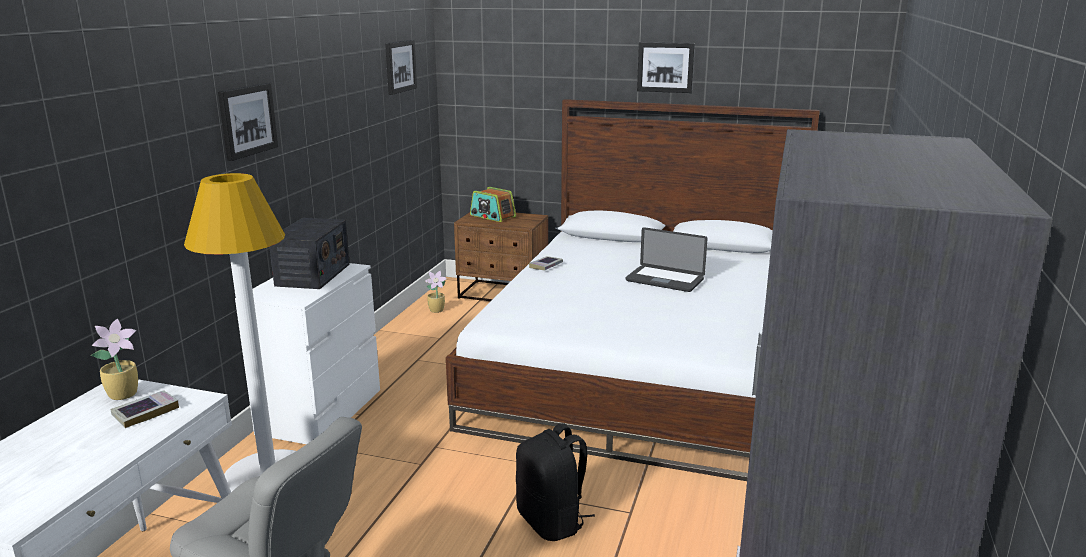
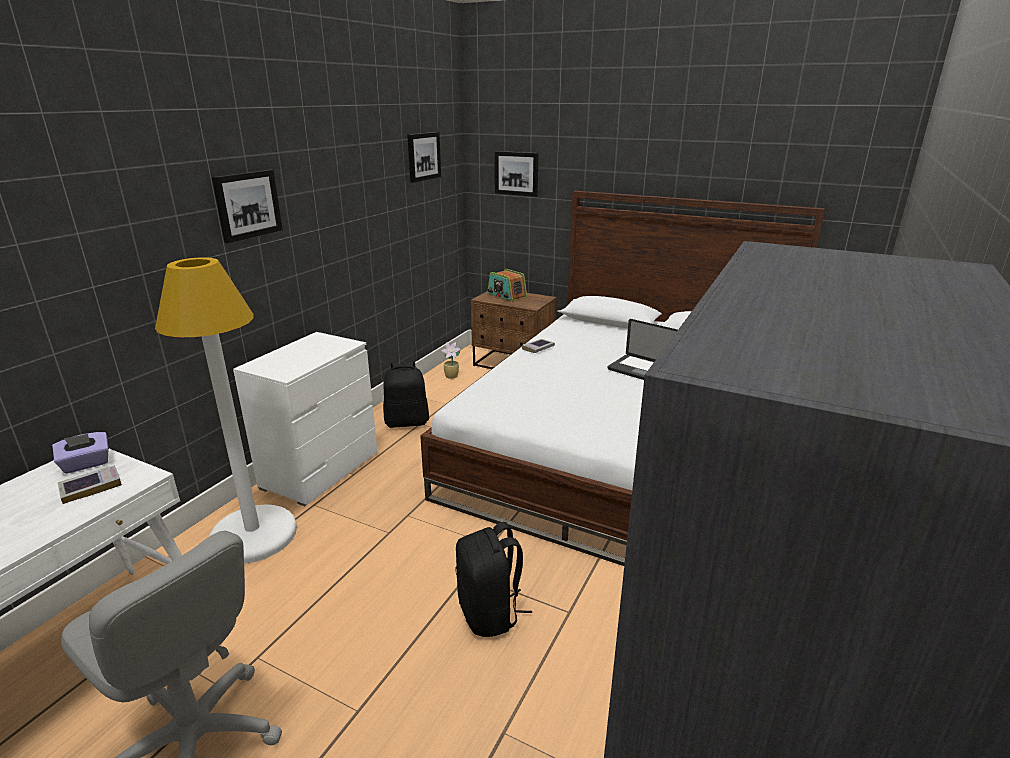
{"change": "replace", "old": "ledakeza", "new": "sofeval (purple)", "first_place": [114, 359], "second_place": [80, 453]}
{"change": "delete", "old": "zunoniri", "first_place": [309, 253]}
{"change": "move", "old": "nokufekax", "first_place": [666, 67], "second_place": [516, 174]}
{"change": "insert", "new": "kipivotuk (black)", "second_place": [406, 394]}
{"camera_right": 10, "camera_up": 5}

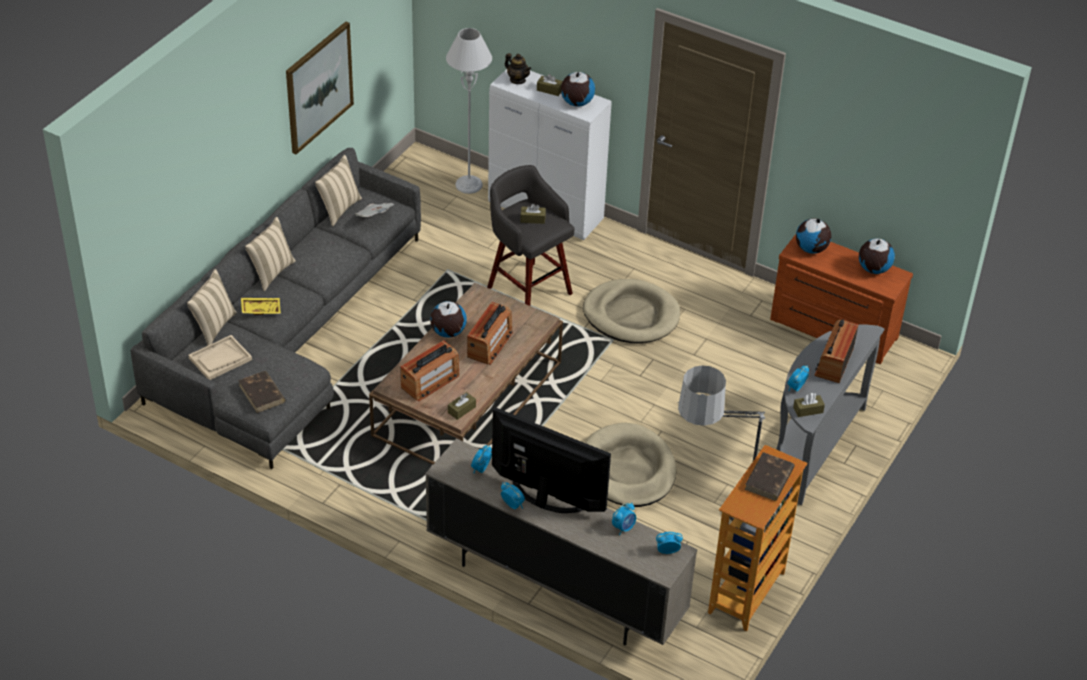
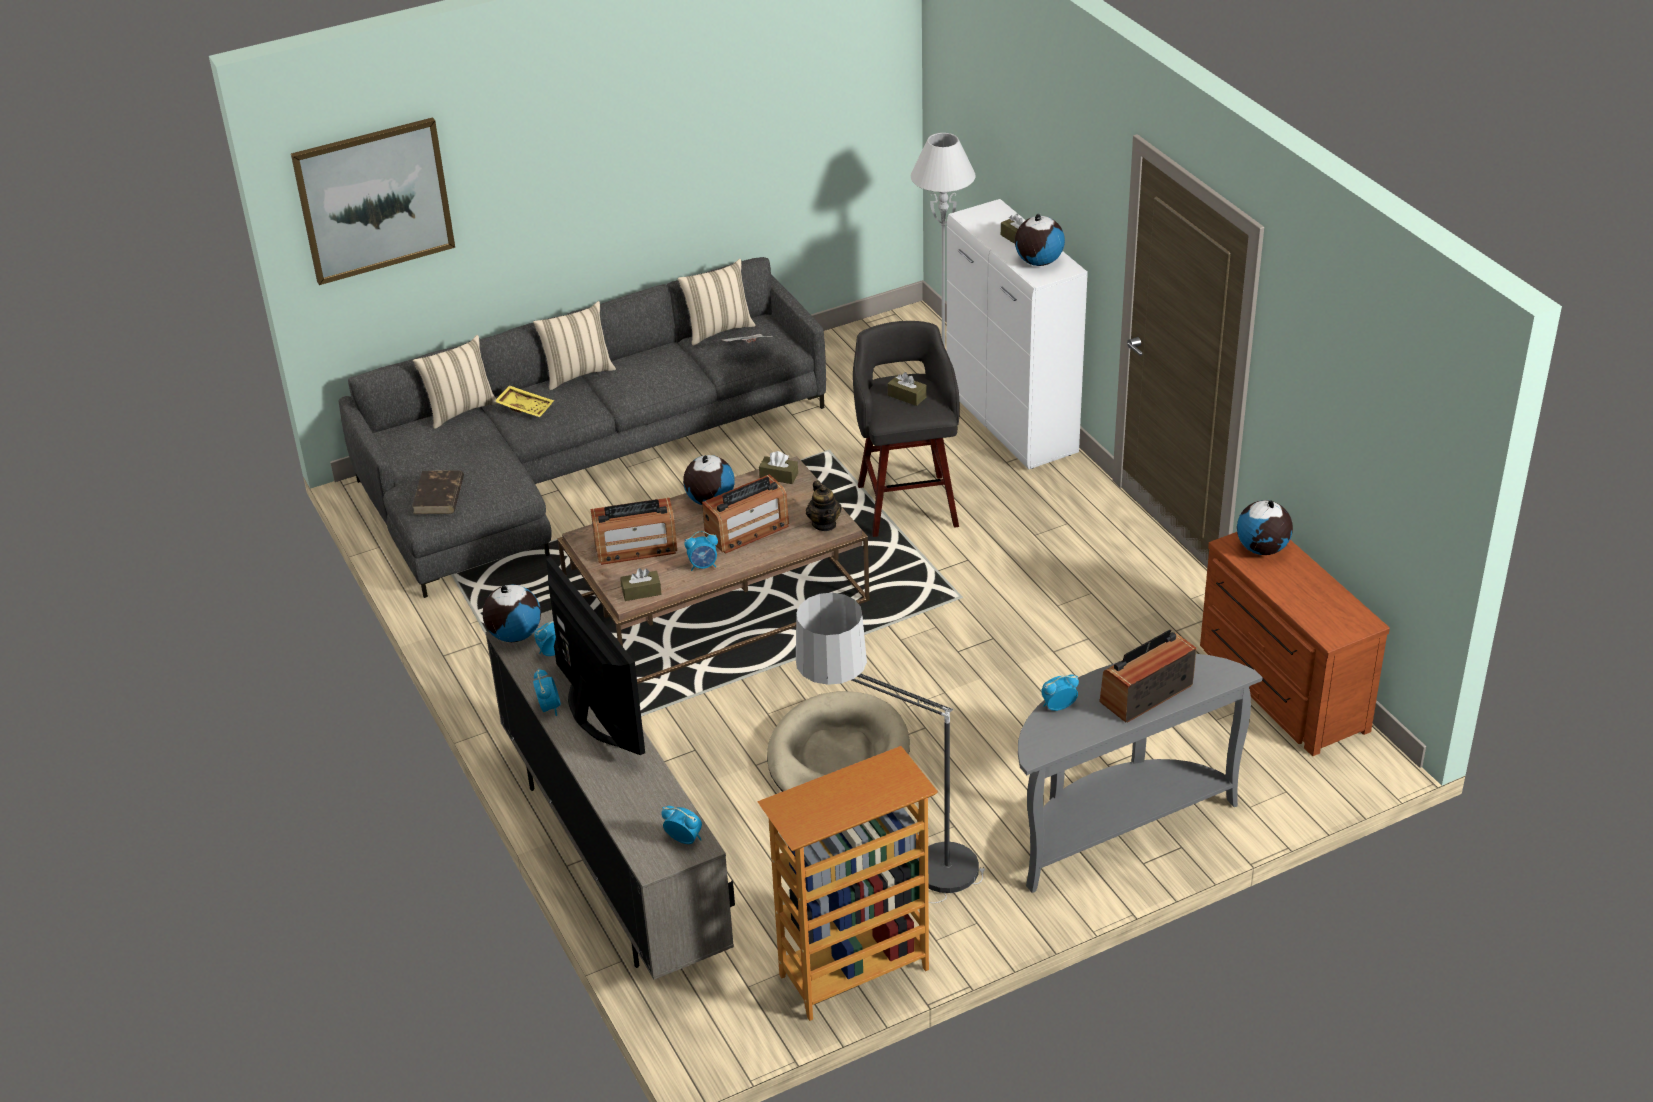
{"change": "delete", "old": "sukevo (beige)", "first_place": [220, 357]}
{"change": "move", "old": "nokufekax", "first_place": [320, 88], "second_place": [373, 201]}
{"change": "move", "old": "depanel", "first_place": [518, 68], "second_place": [824, 506]}
{"change": "delete", "old": "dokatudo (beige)", "first_place": [631, 311]}
{"change": "move", "old": "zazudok", "first_place": [624, 518], "second_place": [701, 551]}
{"change": "delete", "old": "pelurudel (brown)", "first_place": [769, 476]}
{"change": "move", "old": "sofeval (brown)", "first_place": [809, 405], "second_place": [778, 467]}
{"change": "move", "old": "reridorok", "first_place": [877, 256], "second_place": [512, 613]}
{"camera_right": 35, "camera_up": -5}

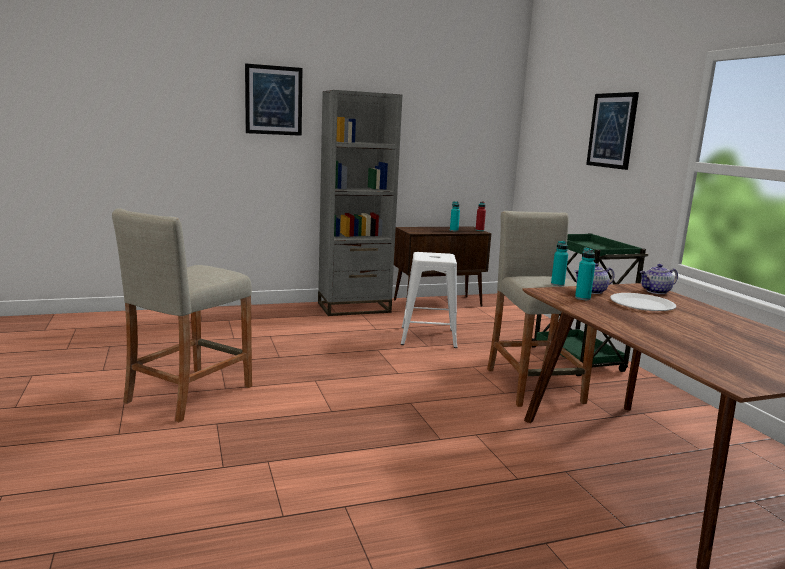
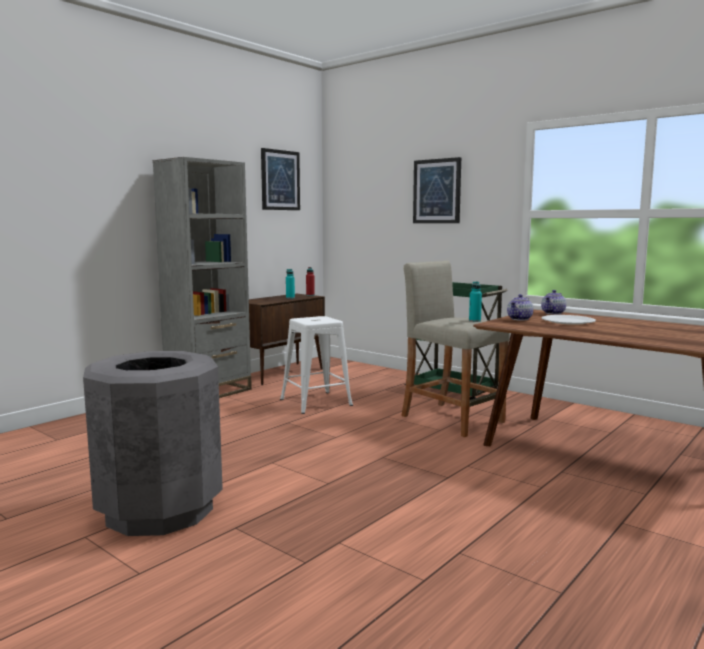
{"change": "replace", "old": "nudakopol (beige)", "new": "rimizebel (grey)", "first_place": [182, 315], "second_place": [153, 443]}
{"change": "move", "old": "nokufekax", "first_place": [273, 99], "second_place": [280, 179]}
{"change": "delete", "old": "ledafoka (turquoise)", "first_place": [585, 274]}
{"camera_right": -30, "camera_up": -5}

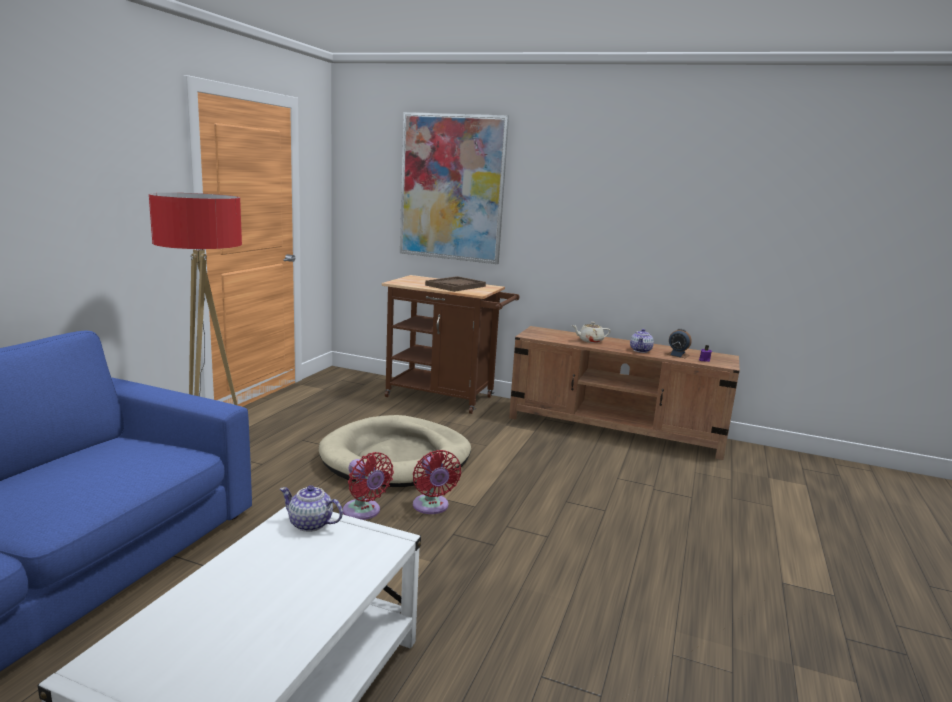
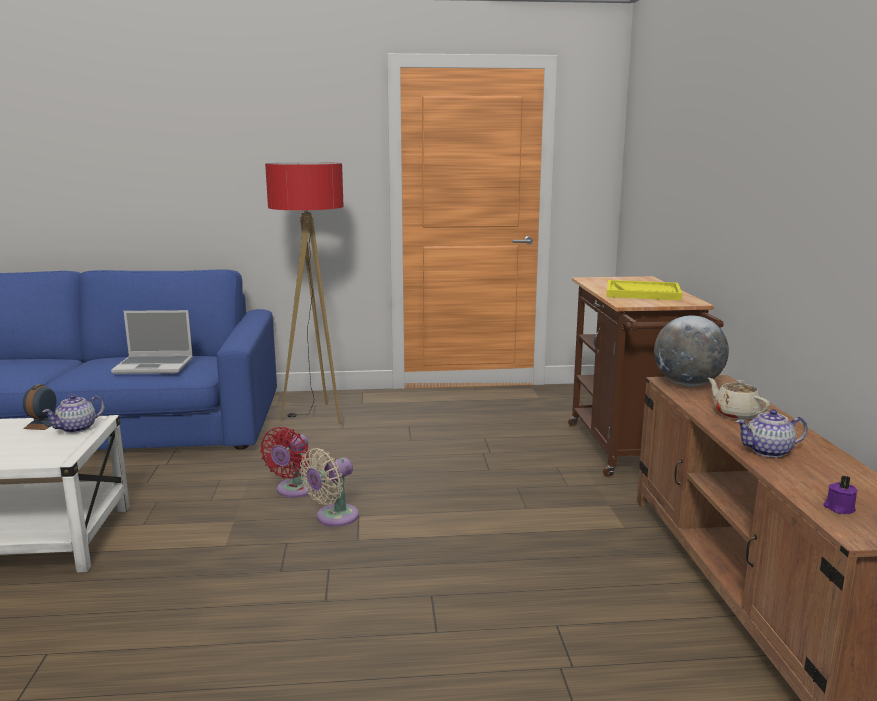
{"change": "rotate", "old": "depanel", "first_place": [311, 508], "second_place": [73, 414], "degrees": -135}
{"change": "delete", "old": "dokatudo (beige)", "first_place": [395, 451]}
{"change": "delete", "old": "nokufekax", "first_place": [454, 188]}
{"change": "recolor", "old": "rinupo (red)", "new": "rinupo (beige)", "first_place": [437, 482], "second_place": [329, 487]}
{"change": "recolor", "old": "sukevo (brown)", "new": "sukevo (yellow)", "first_place": [455, 284], "second_place": [644, 290]}
{"change": "move", "old": "zazudok", "first_place": [679, 343], "second_place": [40, 407]}
{"change": "insert", "new": "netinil", "second_place": [152, 342]}
{"change": "insert", "new": "reridorok", "second_place": [691, 350]}
{"camera_right": 65, "camera_up": 0}

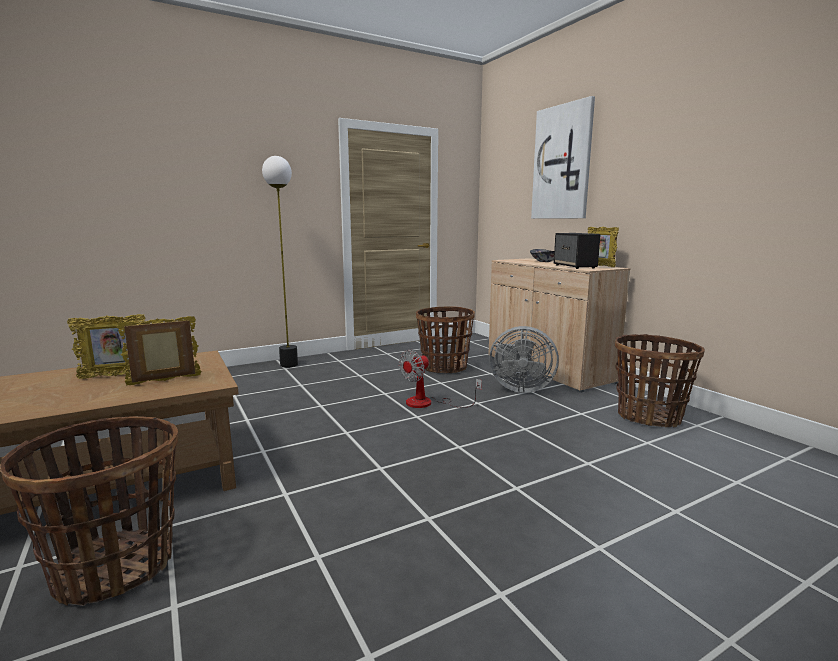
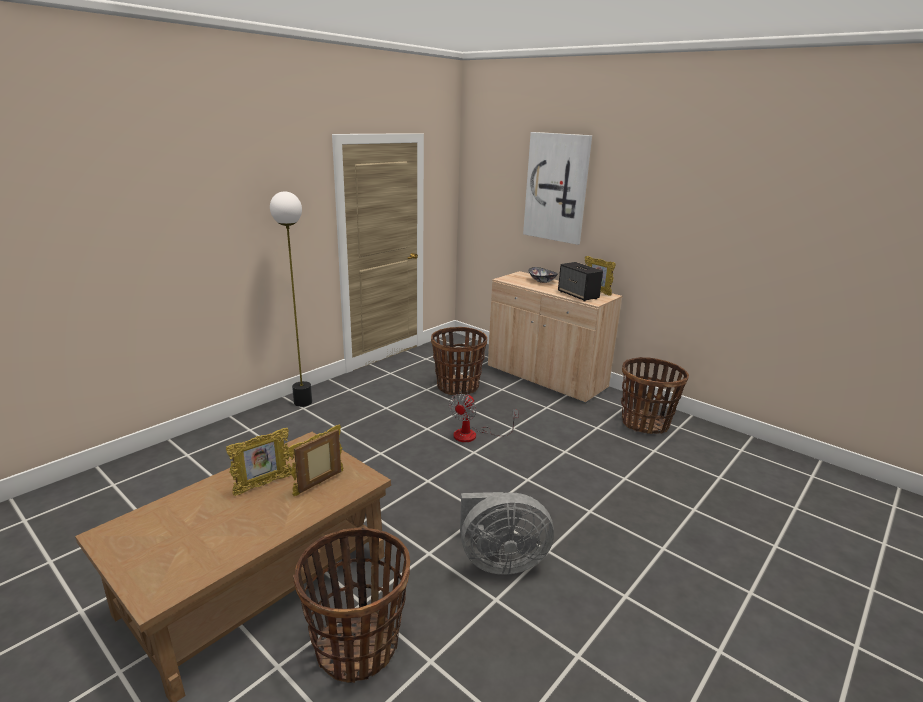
{"change": "move", "old": "rinupo (grey)", "first_place": [524, 359], "second_place": [507, 533]}
{"camera_right": -20, "camera_up": 10}

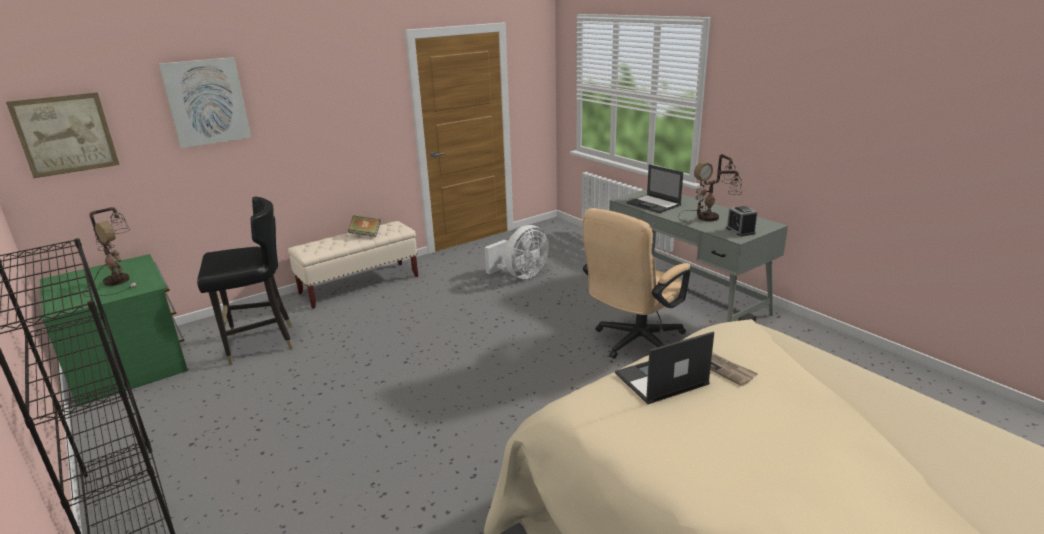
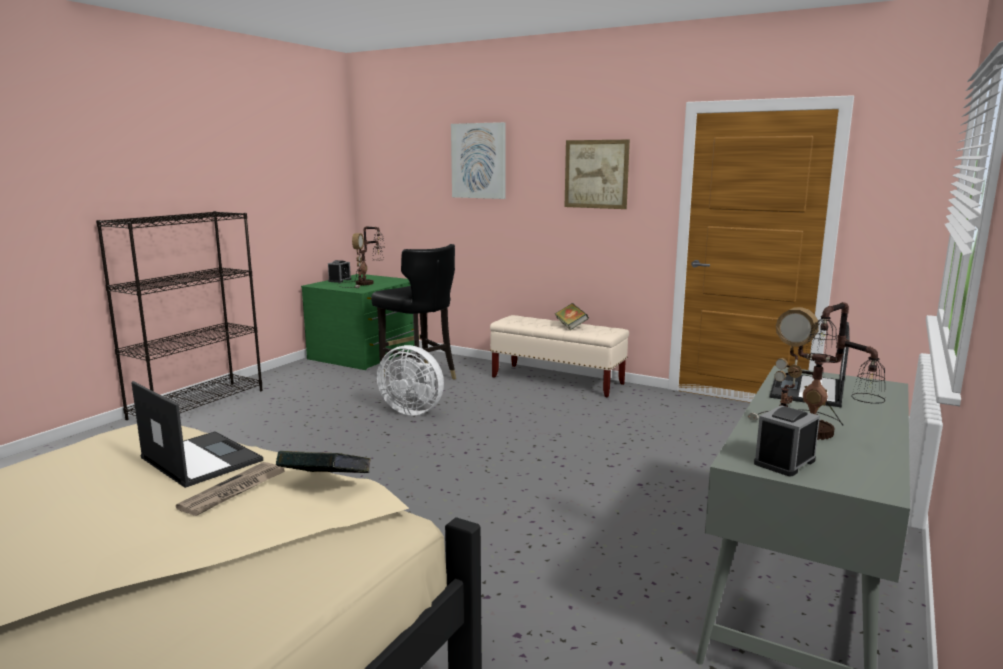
{"change": "move", "old": "nokufekax", "first_place": [62, 135], "second_place": [597, 174]}
{"change": "move", "old": "rinupo (white)", "first_place": [517, 252], "second_place": [410, 380]}
{"change": "delete", "old": "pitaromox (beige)", "first_place": [637, 283]}
{"change": "insert", "new": "pelurudel", "second_place": [323, 462]}
{"change": "insert", "new": "zazudok", "second_place": [339, 271]}
{"camera_right": 65, "camera_up": -10}

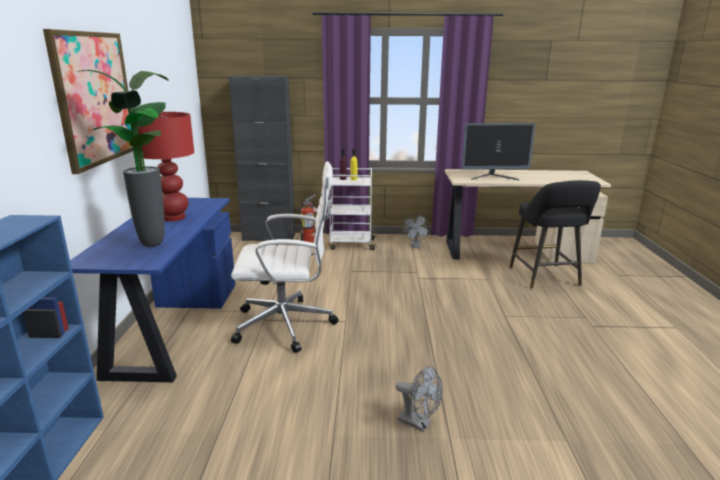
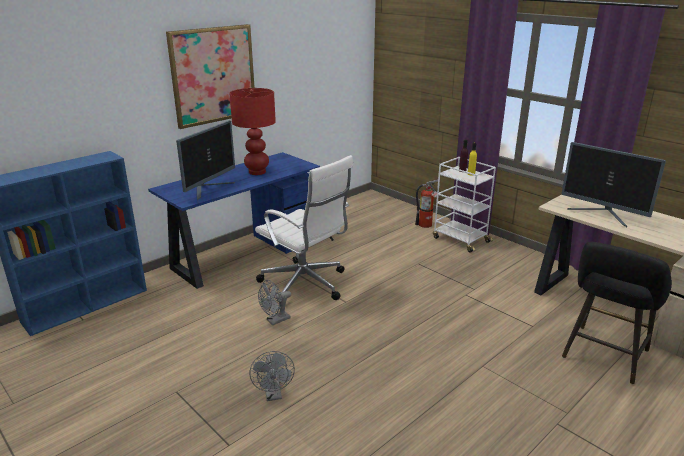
{"change": "replace", "old": "ledakeza", "new": "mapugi", "first_place": [123, 158], "second_place": [205, 160]}
{"change": "delete", "old": "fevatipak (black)", "first_place": [262, 158]}
{"change": "move", "old": "rinupo (grey)", "first_place": [416, 231], "second_place": [274, 302]}
{"camera_right": 45, "camera_up": 5}

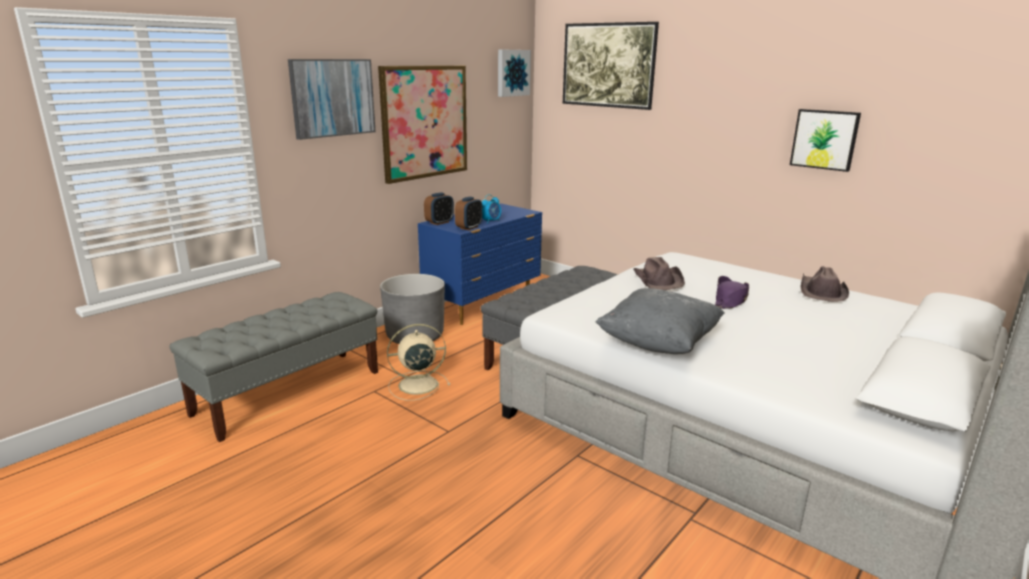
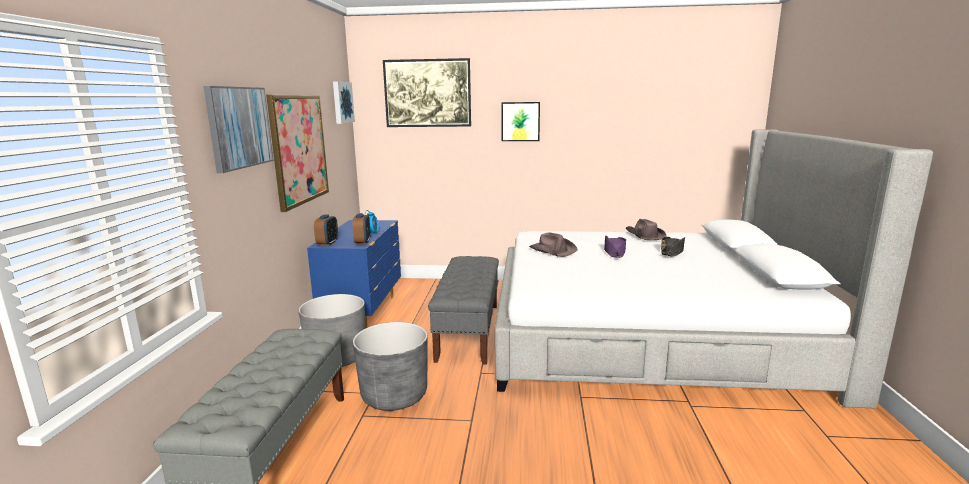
{"change": "replace", "old": "rinupo (beige)", "new": "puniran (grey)", "first_place": [418, 362], "second_place": [390, 366]}
{"change": "delete", "old": "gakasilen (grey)", "first_place": [660, 321]}
{"change": "move", "old": "nokufekax", "first_place": [825, 140], "second_place": [520, 121]}
{"change": "insert", "new": "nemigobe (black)", "second_place": [673, 247]}
{"camera_right": -35, "camera_up": -5}

